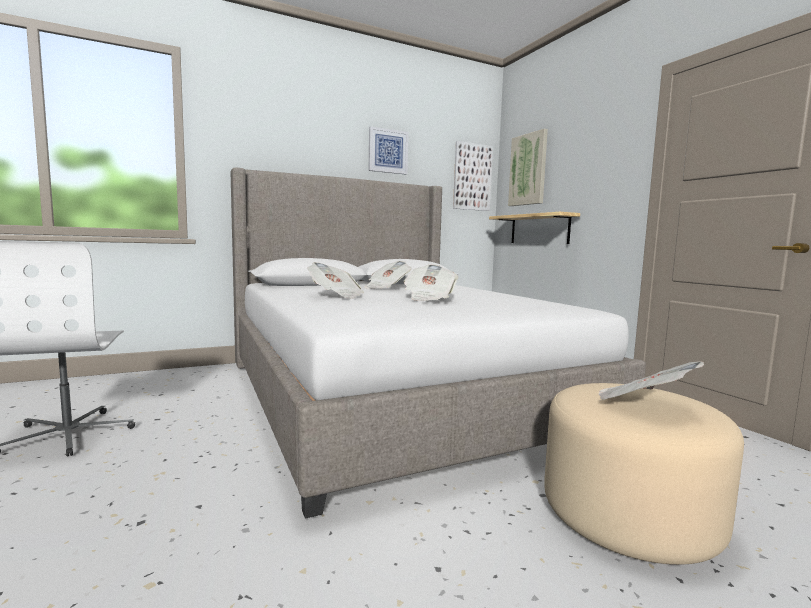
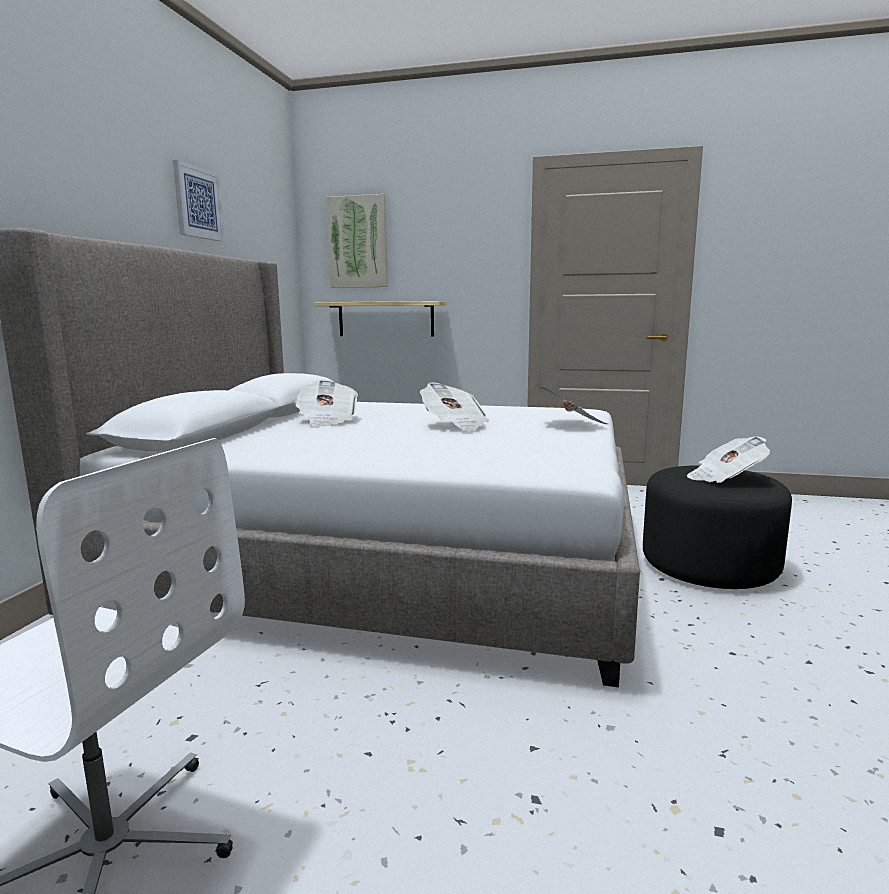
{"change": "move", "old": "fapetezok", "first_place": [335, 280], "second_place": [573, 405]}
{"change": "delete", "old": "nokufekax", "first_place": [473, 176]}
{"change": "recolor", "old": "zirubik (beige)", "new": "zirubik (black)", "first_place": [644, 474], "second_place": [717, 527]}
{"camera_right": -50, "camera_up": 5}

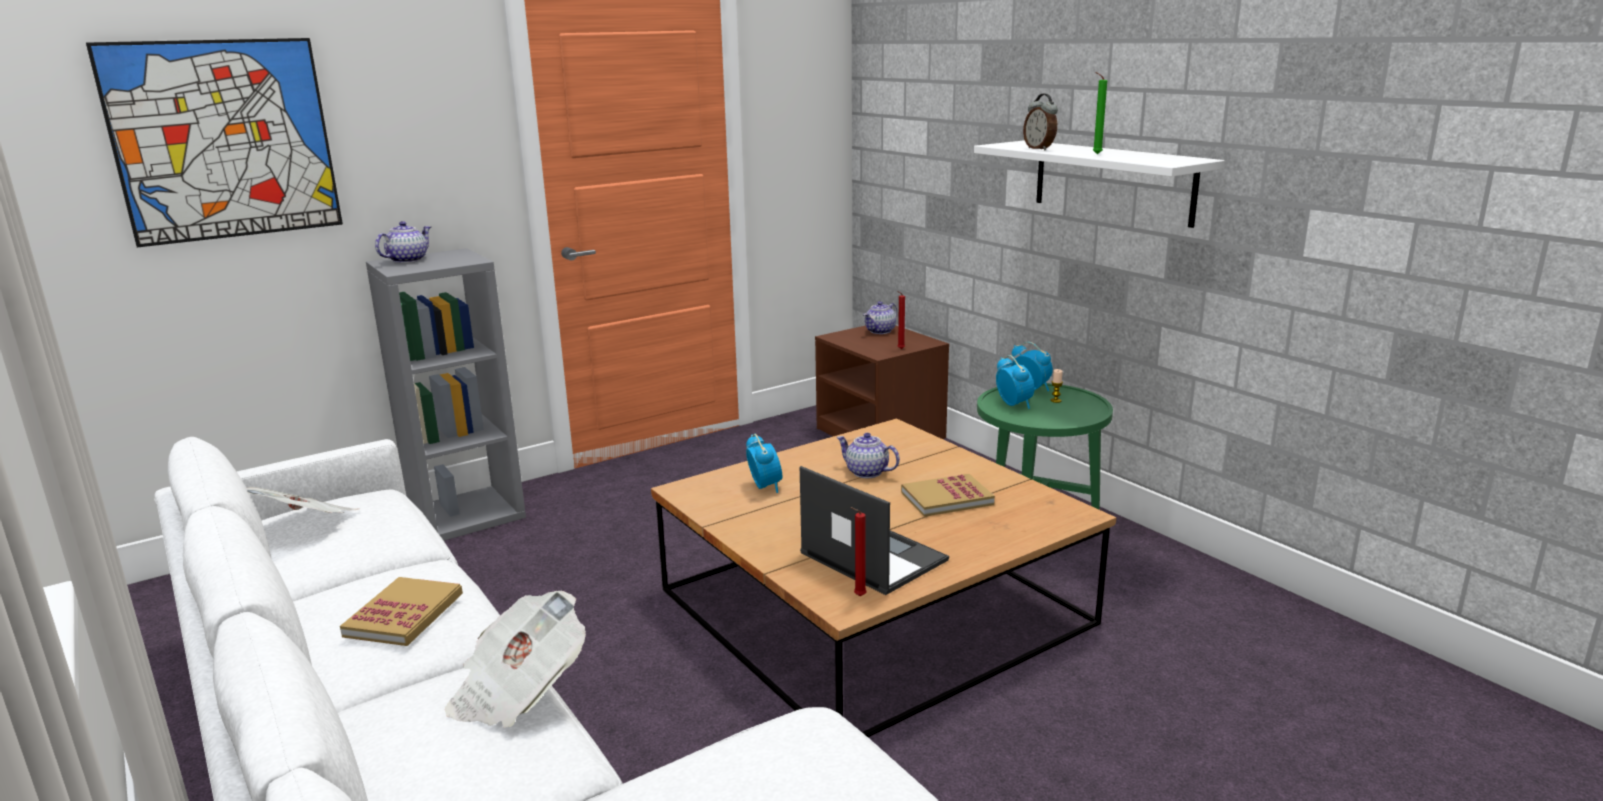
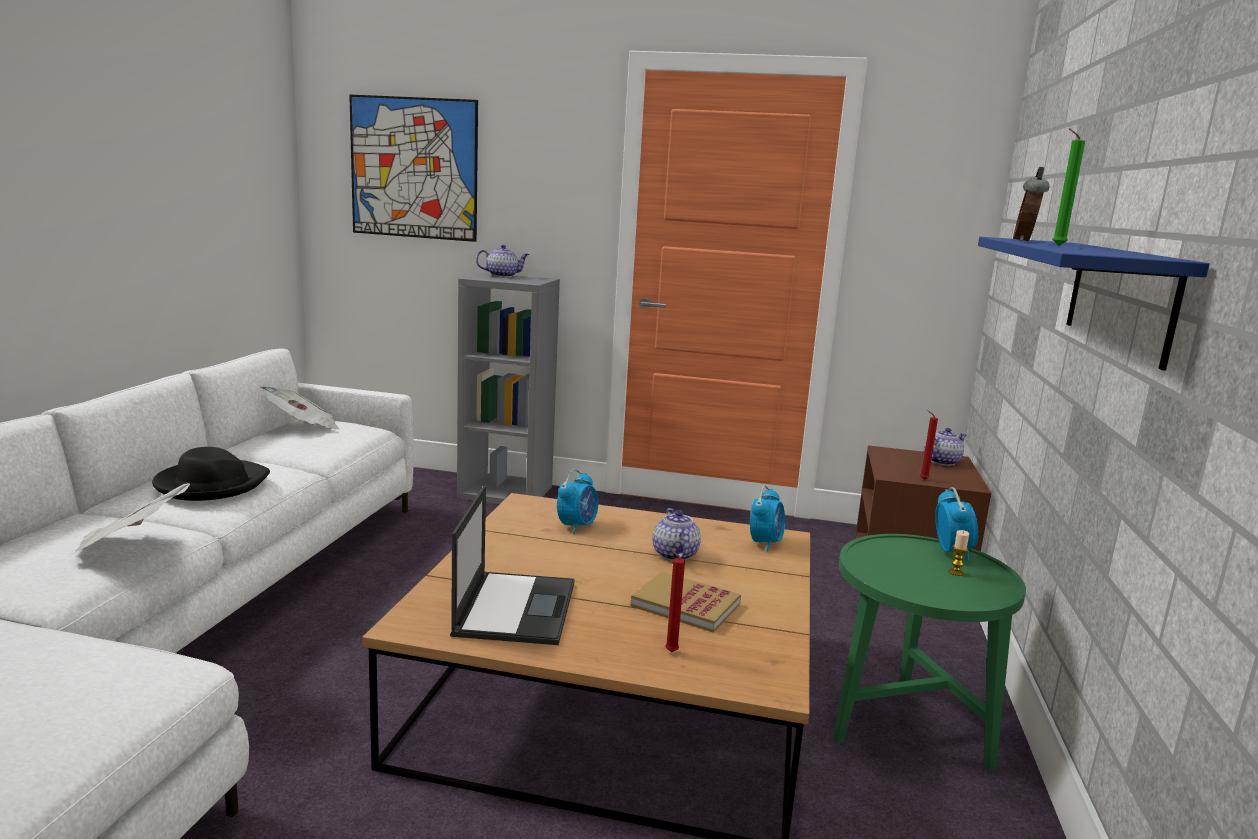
{"change": "replace", "old": "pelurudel", "new": "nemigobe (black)", "first_place": [401, 611], "second_place": [211, 474]}
{"change": "move", "old": "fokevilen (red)", "first_place": [858, 551], "second_place": [675, 599]}
{"change": "rotate", "old": "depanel", "first_place": [880, 317], "second_place": [945, 447], "degrees": 150}
{"change": "recolor", "old": "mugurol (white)", "new": "mugurol (blue)", "first_place": [1099, 184], "second_place": [1094, 304]}
{"change": "move", "old": "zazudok", "first_place": [1015, 382], "second_place": [767, 518]}
{"camera_right": 45, "camera_up": -5}

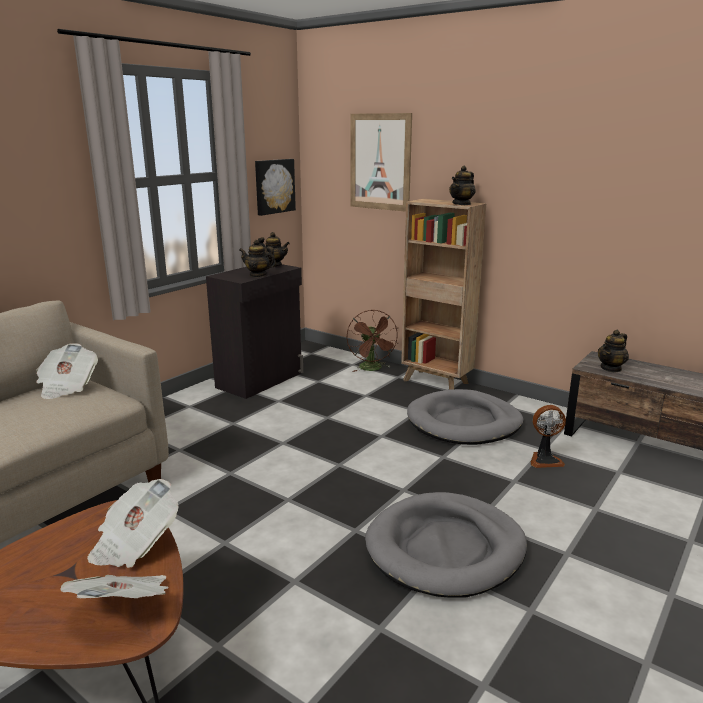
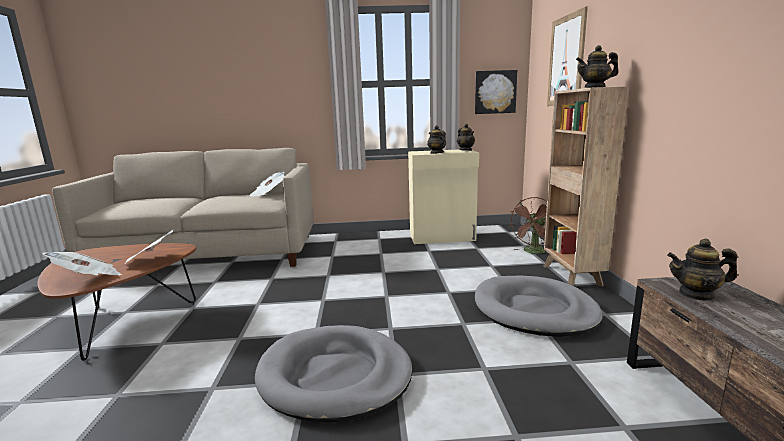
{"change": "recolor", "old": "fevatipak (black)", "new": "fevatipak (beige)", "first_place": [254, 331], "second_place": [443, 196]}
{"change": "delete", "old": "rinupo", "first_place": [548, 436]}
{"camera_right": 50, "camera_up": -5}

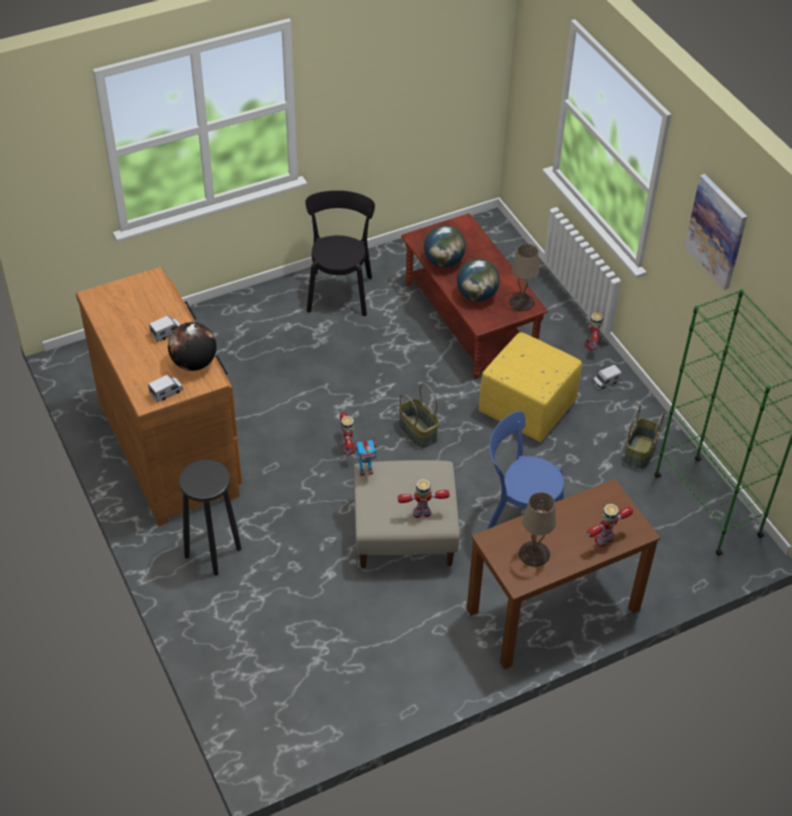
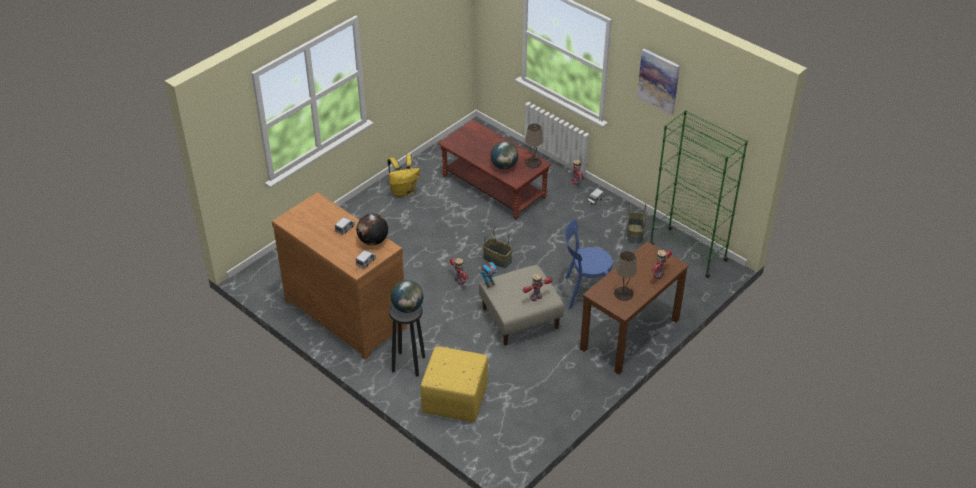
{"change": "replace", "old": "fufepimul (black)", "new": "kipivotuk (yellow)", "first_place": [340, 253], "second_place": [404, 175]}
{"change": "move", "old": "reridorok", "first_place": [445, 246], "second_place": [407, 296]}
{"change": "move", "old": "zirubik (yellow)", "first_place": [530, 387], "second_place": [454, 384]}
{"camera_right": -20, "camera_up": -5}

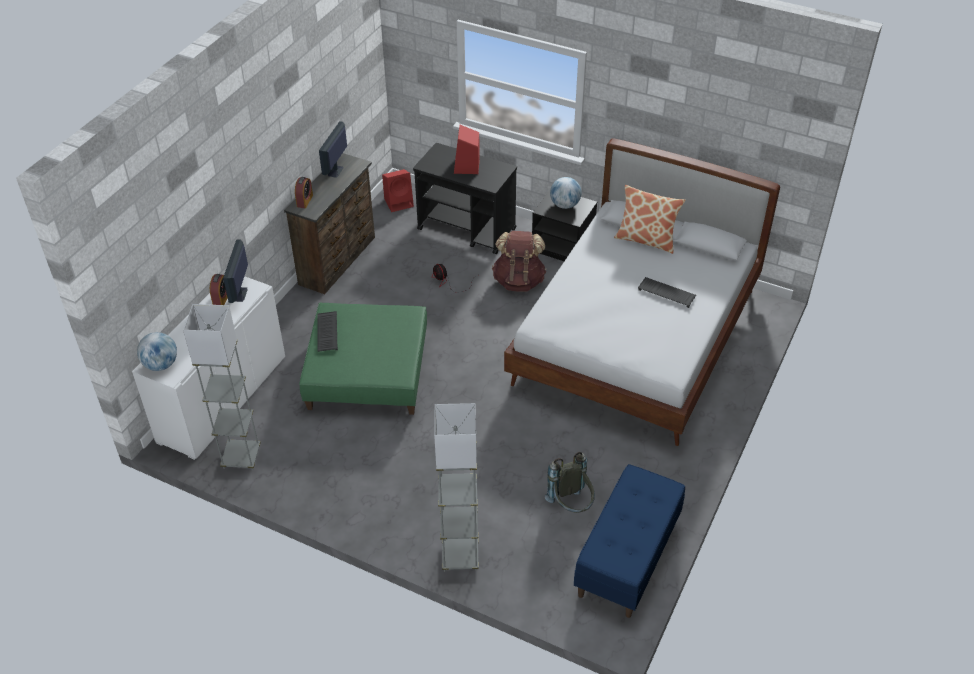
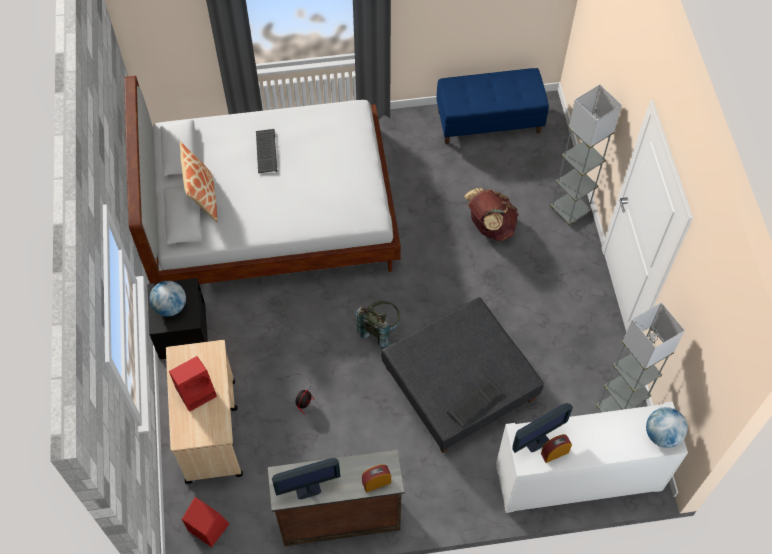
{"change": "recolor", "old": "zirubik (green)", "new": "zirubik (grey)", "first_place": [363, 359], "second_place": [462, 375]}
{"change": "recolor", "old": "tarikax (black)", "new": "tarikax (beige)", "first_place": [465, 198], "second_place": [204, 412]}
{"change": "move", "old": "kipivotuk (brown)", "first_place": [519, 261], "second_place": [491, 214]}
{"change": "move", "old": "kipivotuk (grey)", "first_place": [570, 482], "second_place": [378, 325]}
{"camera_right": -125, "camera_up": 15}

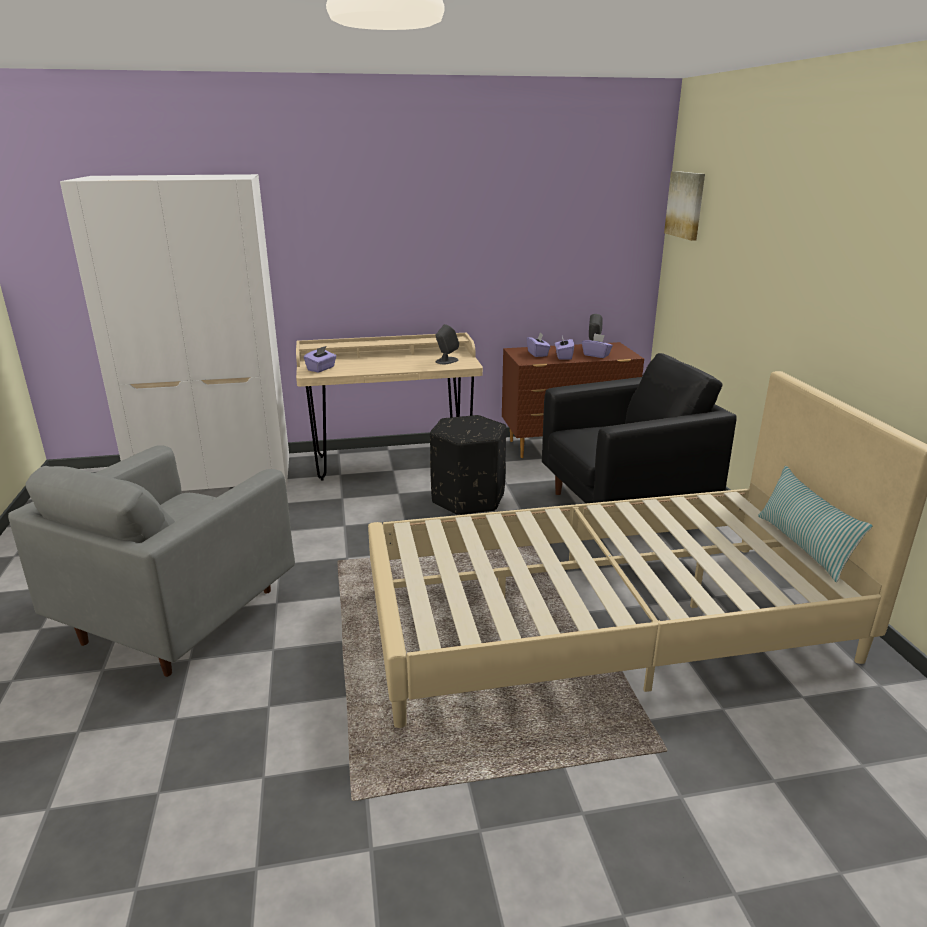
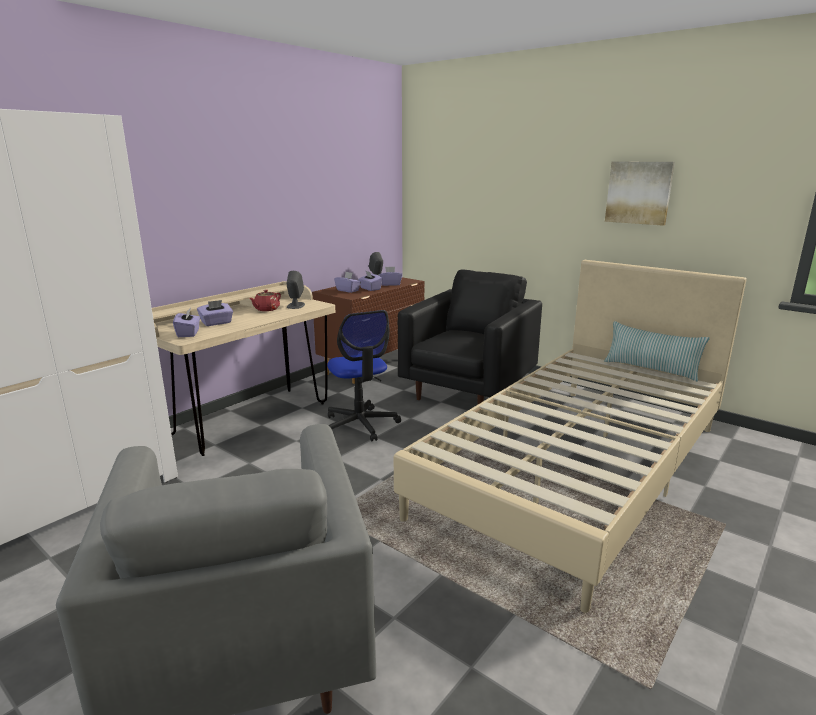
{"change": "replace", "old": "zirubik (black)", "new": "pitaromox", "first_place": [468, 465], "second_place": [364, 375]}
{"change": "move", "old": "nokufekax", "first_place": [684, 206], "second_place": [640, 194]}
{"change": "insert", "new": "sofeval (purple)", "second_place": [215, 313]}
{"change": "insert", "new": "depanel (red)", "second_place": [265, 300]}
{"camera_right": -40, "camera_up": -5}

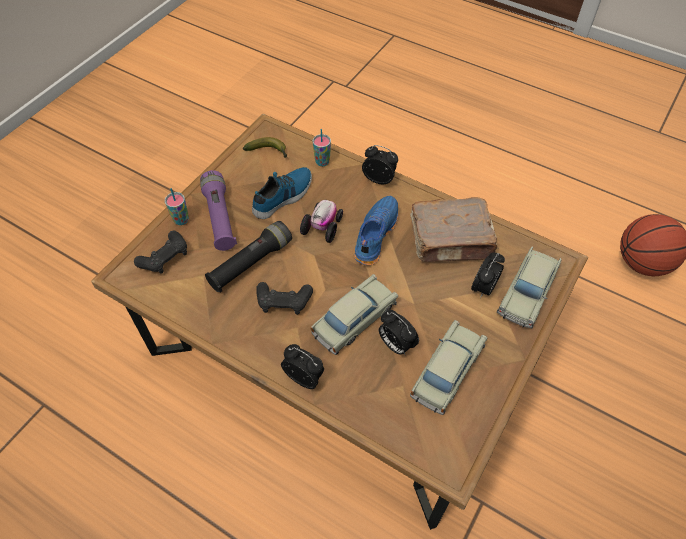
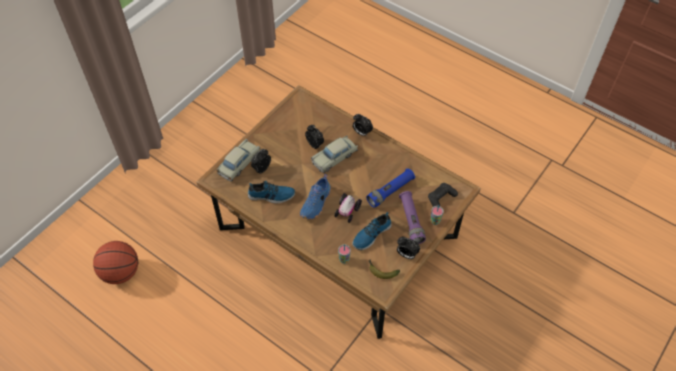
{"change": "recolor", "old": "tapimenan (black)", "new": "tapimenan (blue)", "first_place": [248, 257], "second_place": [390, 188]}
{"change": "delete", "old": "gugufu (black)", "first_place": [284, 298]}
{"change": "move", "old": "zazudok", "first_place": [380, 164], "second_place": [408, 248]}
{"change": "replace", "old": "pelurudel (brown)", "new": "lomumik", "first_place": [454, 229], "second_place": [271, 192]}
{"change": "delete", "old": "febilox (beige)", "first_place": [448, 367]}
{"camera_right": -175, "camera_up": 0}

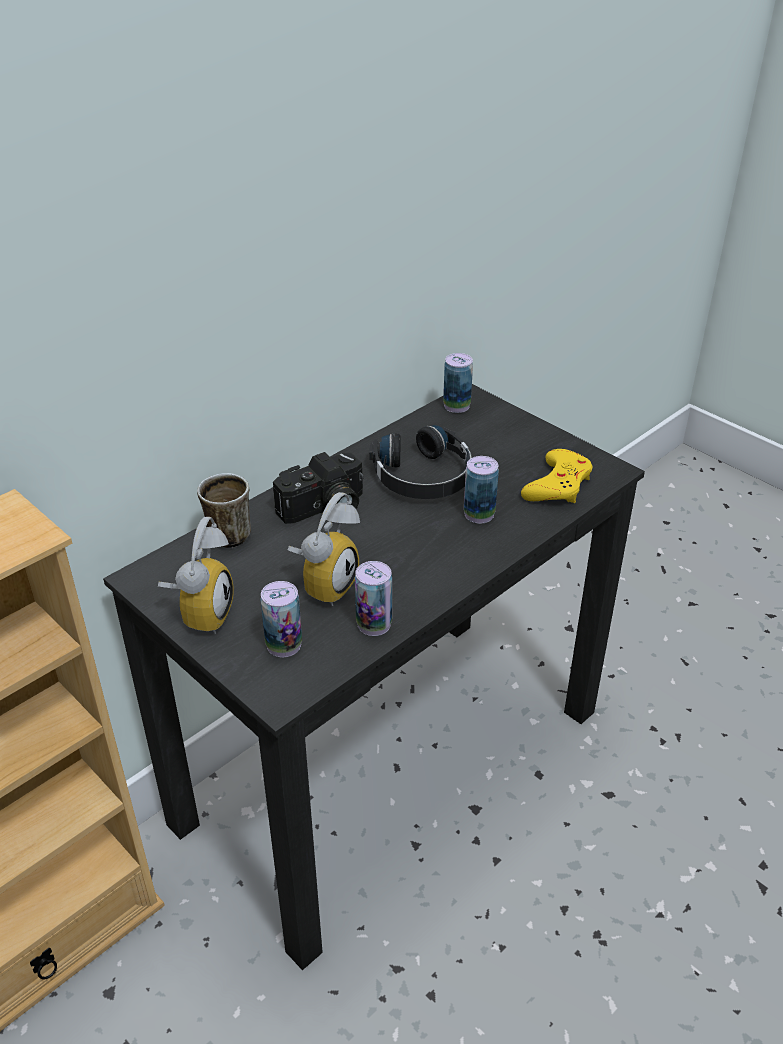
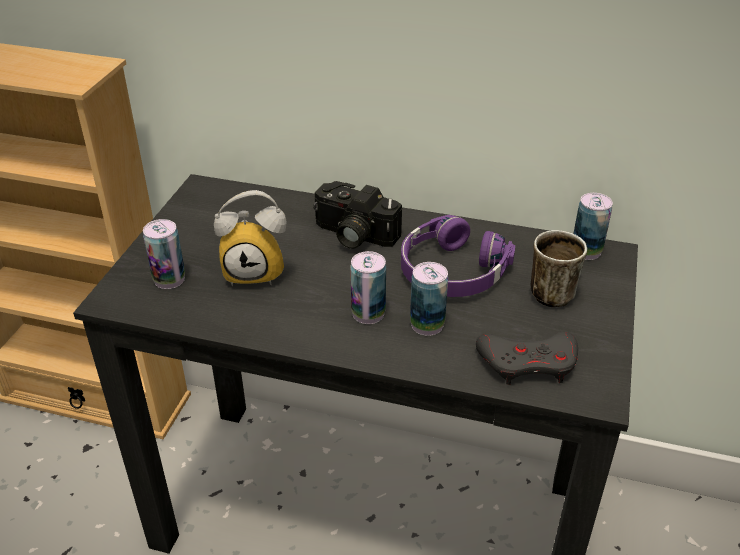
{"change": "delete", "old": "zazudok", "first_place": [196, 575]}
{"change": "move", "old": "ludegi", "first_place": [224, 510], "second_place": [558, 268]}
{"change": "move", "old": "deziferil", "first_place": [373, 598], "second_place": [368, 287]}
{"change": "recolor", "old": "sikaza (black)", "new": "sikaza (purple)", "first_place": [421, 462], "second_place": [458, 255]}
{"change": "recolor", "old": "gugufu (yellow)", "new": "gugufu (grey)", "first_place": [556, 476], "second_place": [527, 358]}
{"camera_right": 60, "camera_up": 0}

